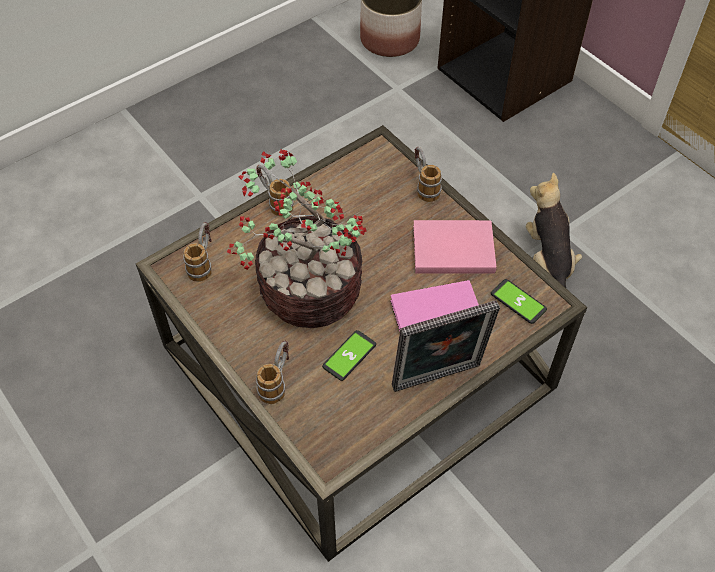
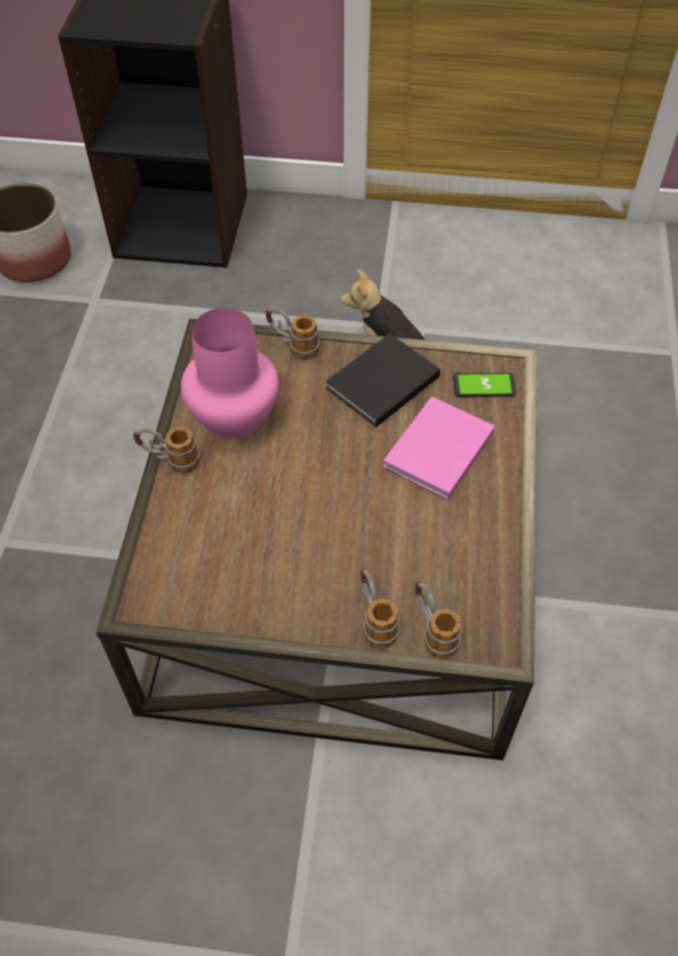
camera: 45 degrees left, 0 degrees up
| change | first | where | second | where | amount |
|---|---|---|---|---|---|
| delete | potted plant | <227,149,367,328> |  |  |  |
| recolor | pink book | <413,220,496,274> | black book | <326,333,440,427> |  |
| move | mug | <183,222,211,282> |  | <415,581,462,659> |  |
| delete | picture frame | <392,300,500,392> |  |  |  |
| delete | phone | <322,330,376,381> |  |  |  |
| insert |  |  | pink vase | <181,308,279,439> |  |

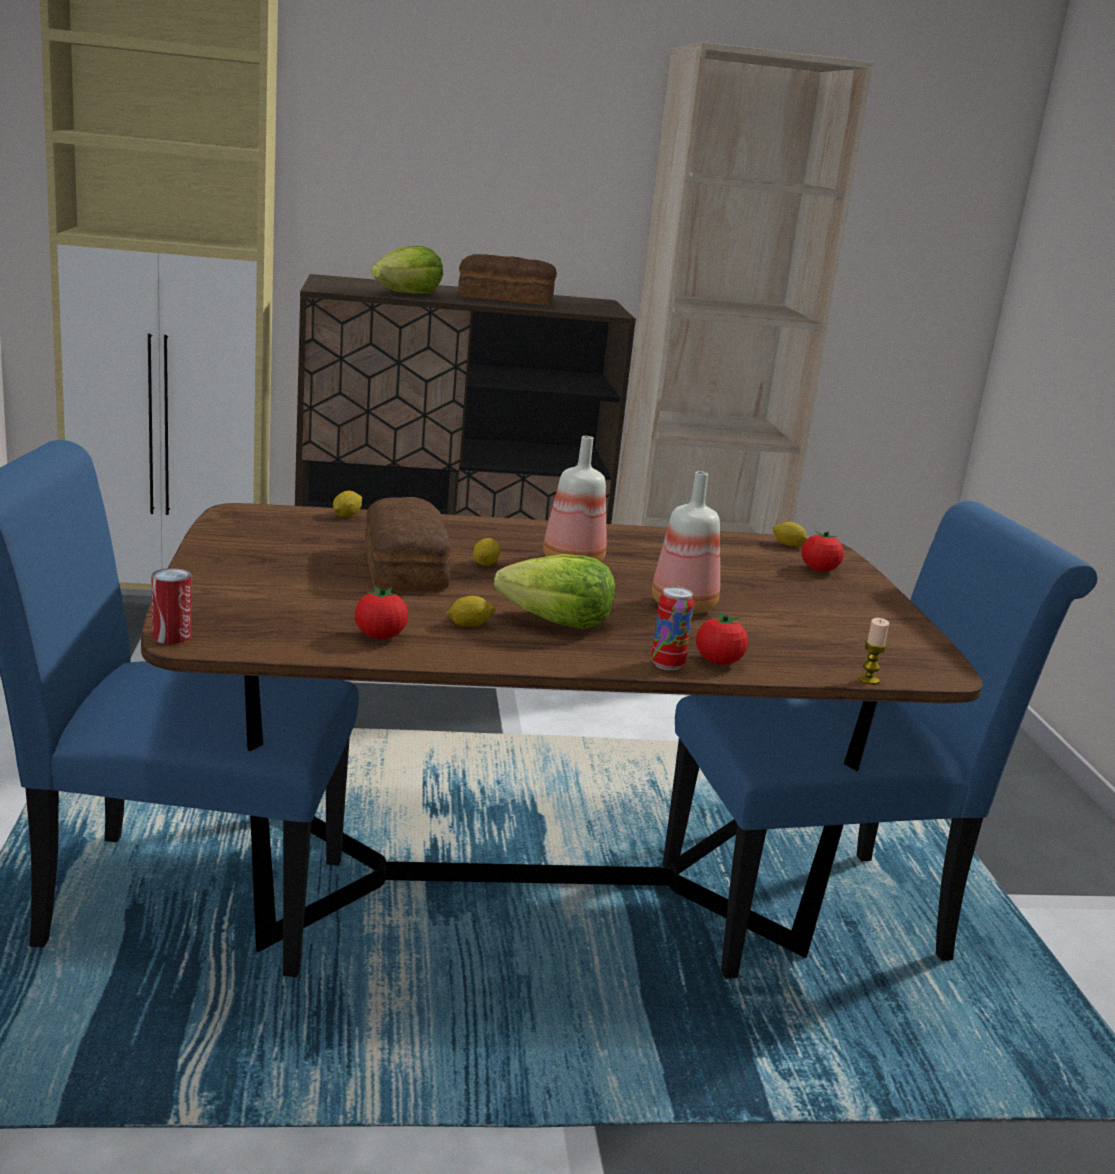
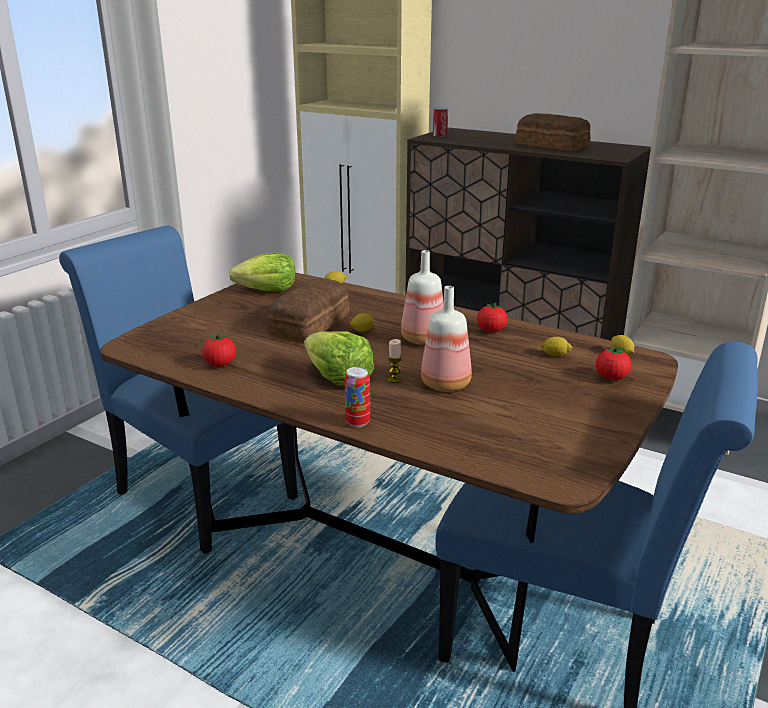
camera: 40 degrees right, 5 degrees up
| change | first | where | second | where | amount |
|---|---|---|---|---|---|
| move | lettuce | <371,246,443,294> |  | <229,253,295,291> |  |
| move | can | <152,568,192,644> |  | <433,108,448,136> |  |
| move | lemon | <446,596,496,627> |  | <540,337,573,357> |  |
| move | tomato | <696,612,748,665> |  | <477,302,507,332> |  |
| move | candle | <858,618,889,685> |  | <388,339,402,383> |  |

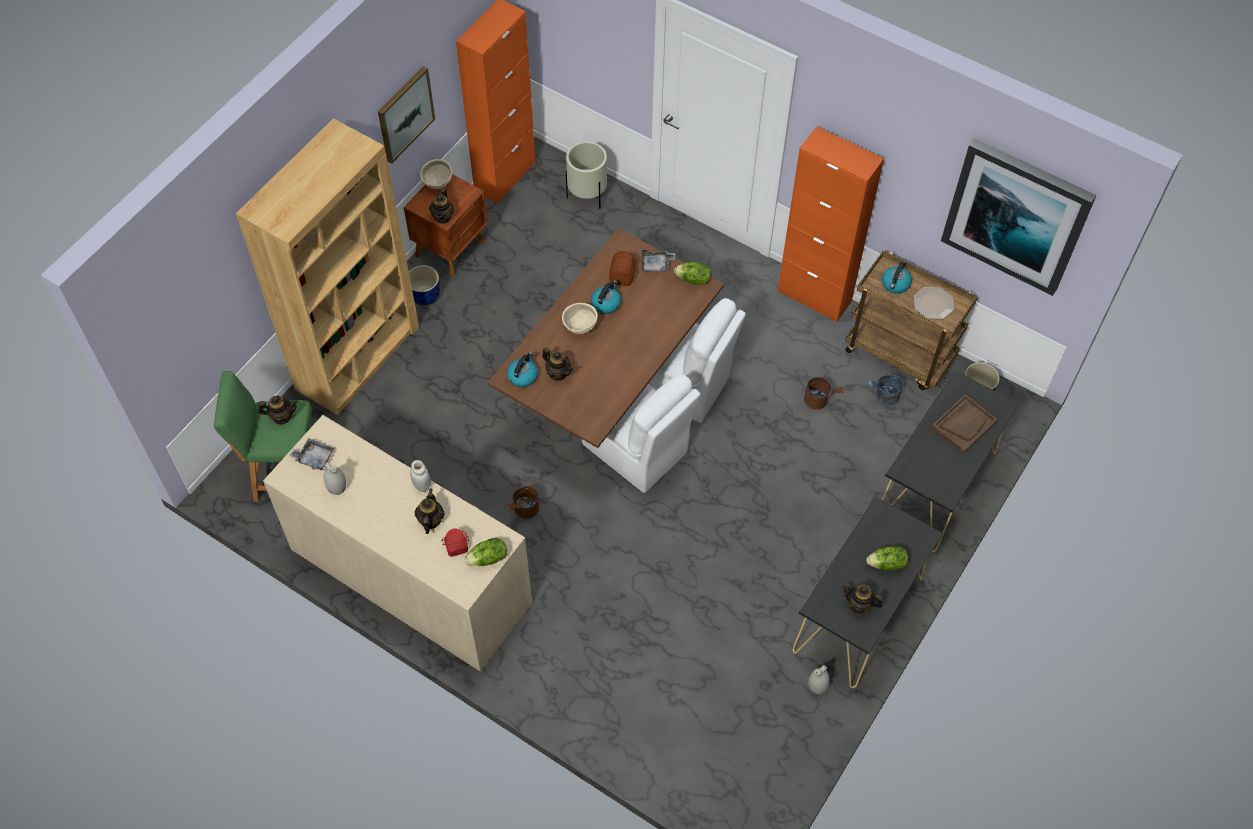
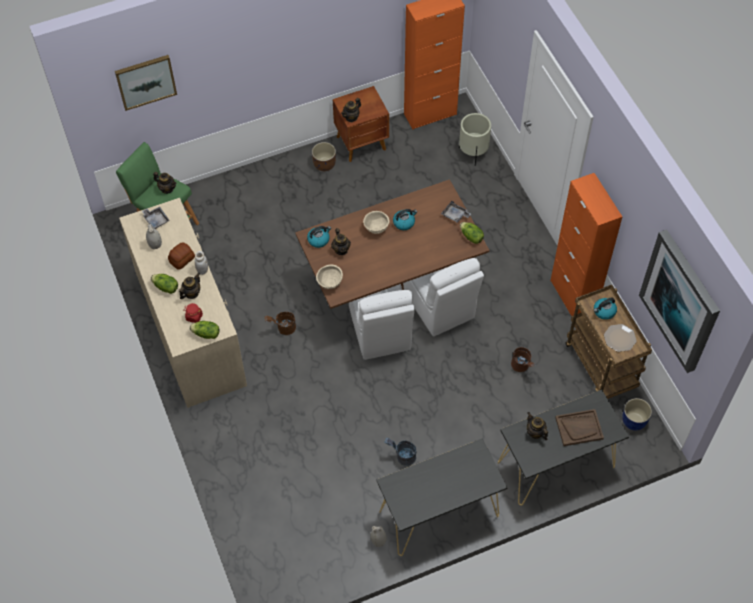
camera: 35 degrees right, 0 degrees up
| change | first | where | second | where | amount |
|---|---|---|---|---|---|
| move | picture | <378,66,435,164> |  | <115,55,177,111> |  |
| delete | brown bookcase | <236,118,419,415> |  |  |  |
| move | beige bowl | <420,159,452,189> |  | <316,265,343,289> |  |
| move | bread | <609,251,636,286> |  | <168,243,195,270> |  |
| recolor | blue planter | <409,265,440,305> | brown planter | <312,142,336,171> |  |
| move | grey bucket | <868,375,903,406> |  | <384,438,416,466> |  |
| move | lettuce | <866,546,908,570> |  | <151,274,178,294> |  |
| move | teapot | <842,585,883,614> |  | <527,412,548,440> |  |

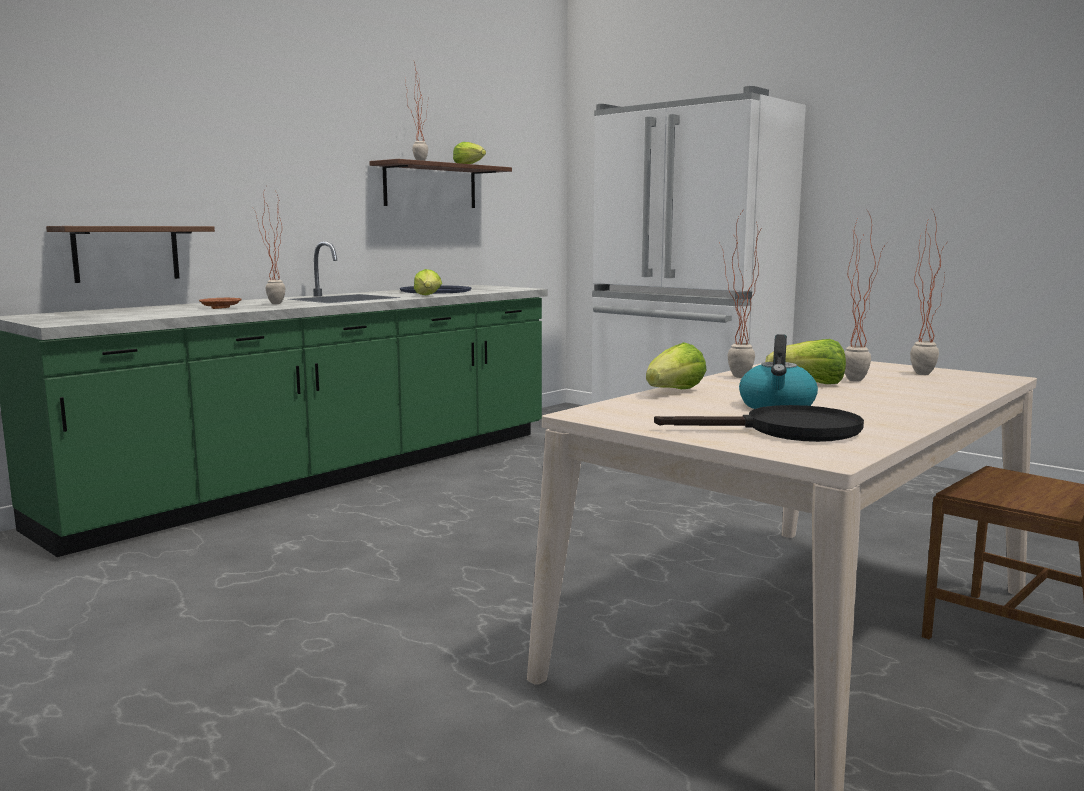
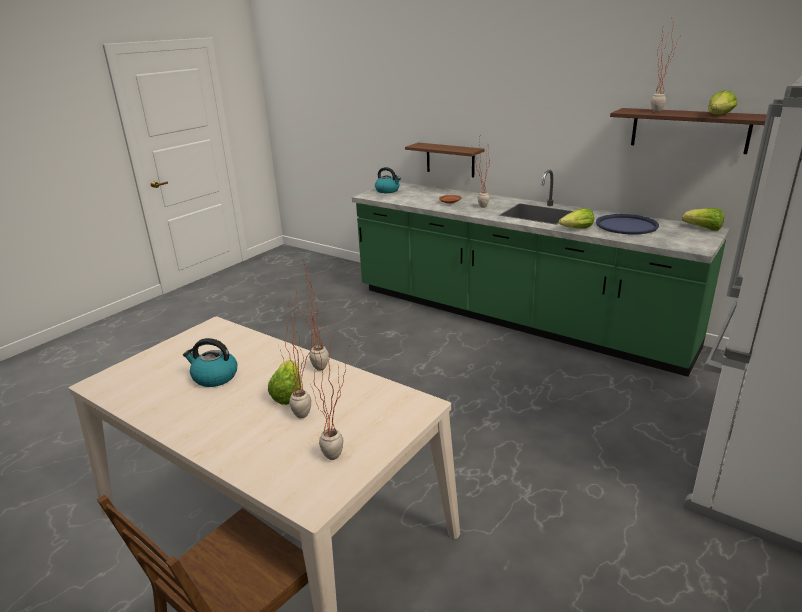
camera: 85 degrees right, 15 degrees up
| change | first | where | second | where | amount |
|---|---|---|---|---|---|
| move | lettuce | <646,342,707,389> |  | <682,208,724,231> |  |
| delete | black frying pan | <654,405,864,442> |  |  |  |
| insert |  |  | kettle | <375,167,401,193> |  |

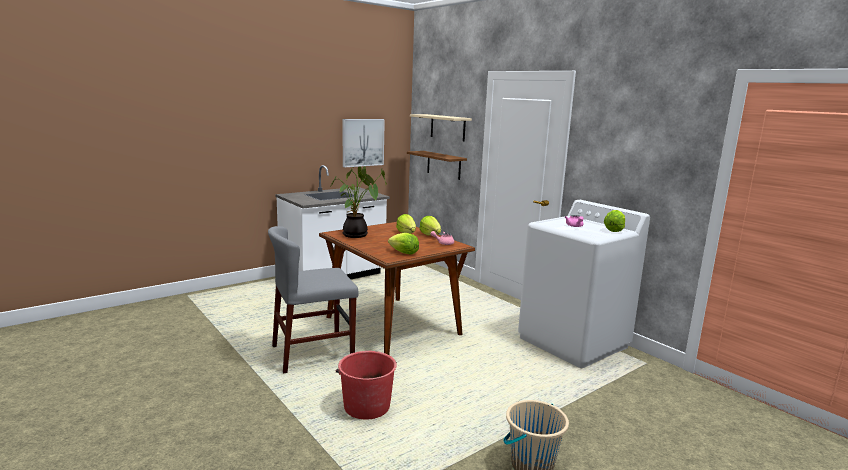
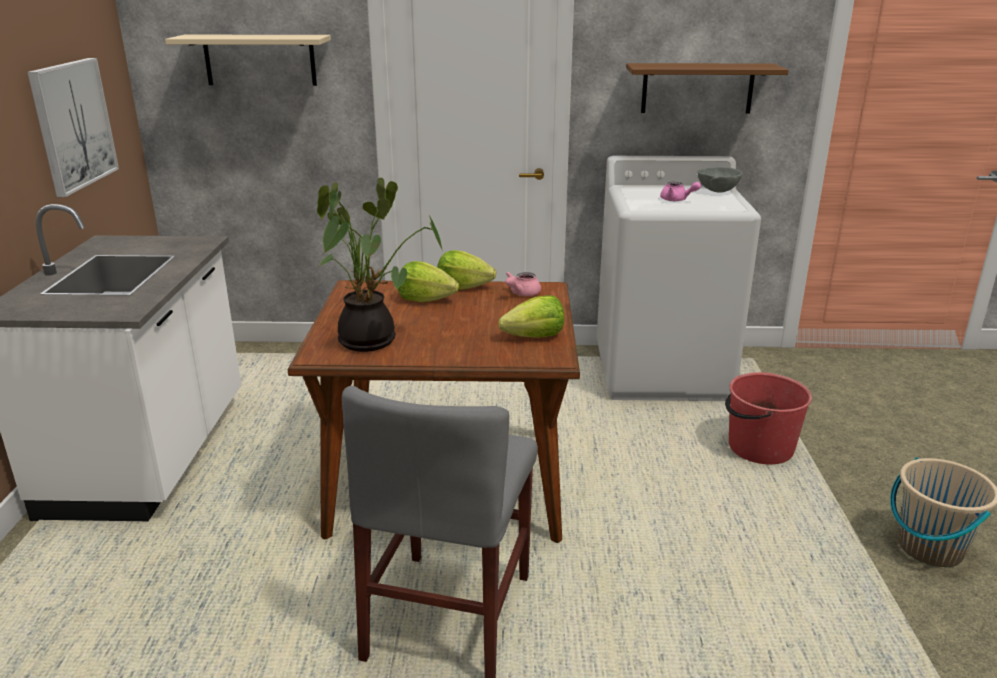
camera: 50 degrees left, 10 degrees up
| change | first | where | second | where | amount |
|---|---|---|---|---|---|
| move | brown shelf | <407,151,467,180> |  | <626,63,789,114> |  |
| replace | lettuce | <604,210,625,232> | grey bowl | <697,167,742,193> |  |
| move | red bucket | <336,351,397,420> |  | <725,372,812,464> |  |

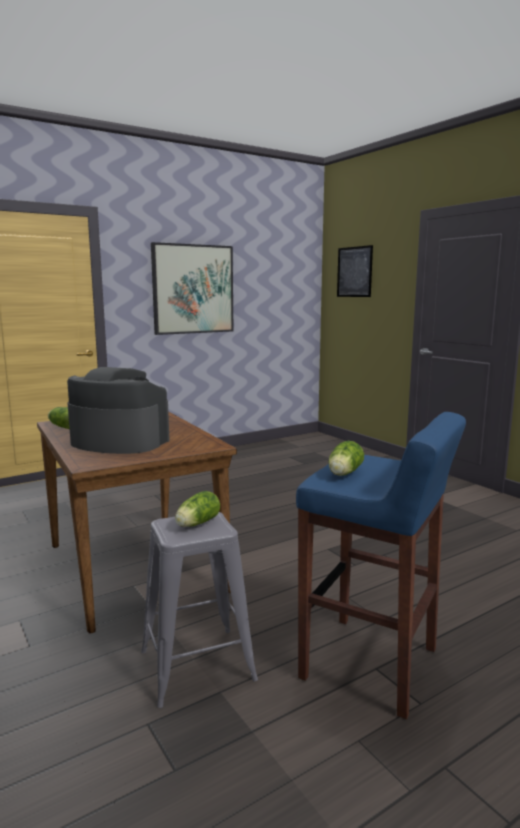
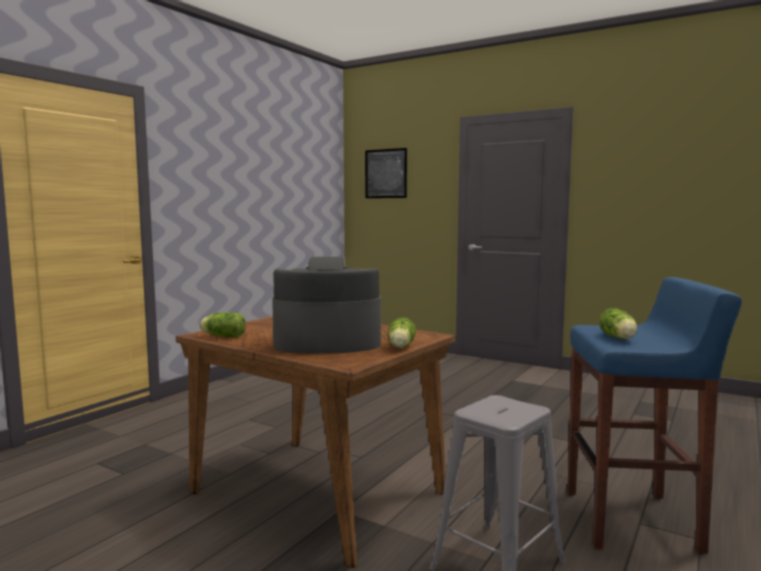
camera: 25 degrees left, 5 degrees down
| change | first | where | second | where | amount |
|---|---|---|---|---|---|
| delete | picture | <151,242,233,335> |  |  |  |
| move | lettuce | <175,491,220,527> |  | <388,318,416,348> |  |

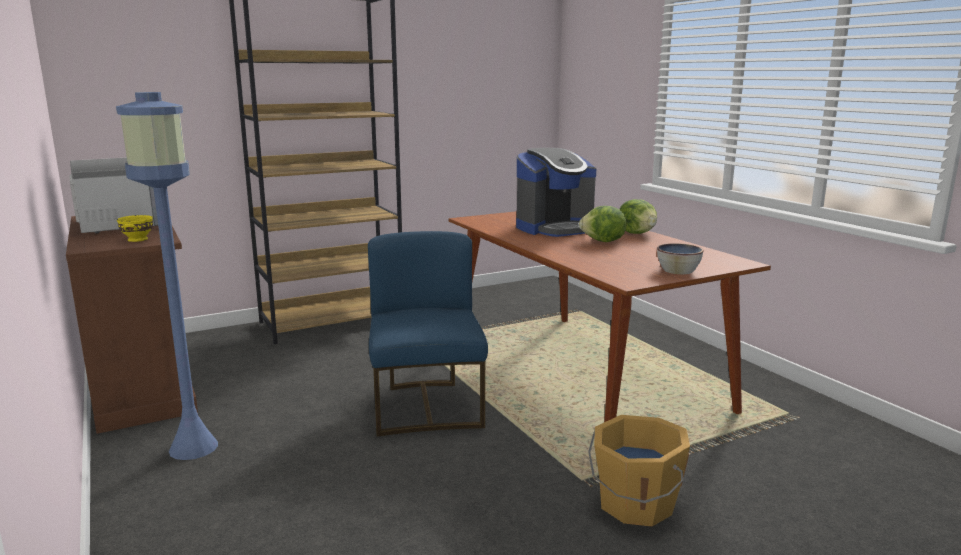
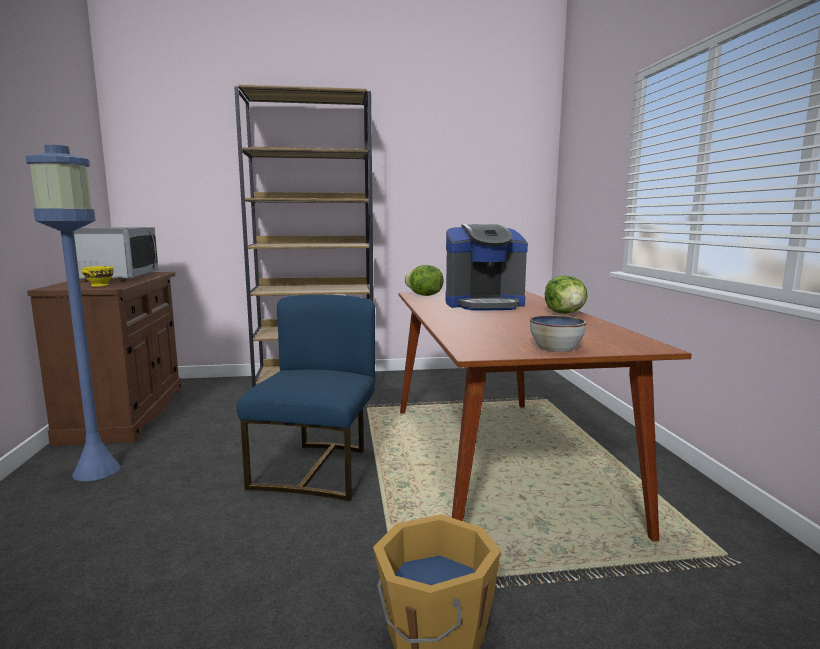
camera: 20 degrees right, 5 degrees down
| change | first | where | second | where | amount |
|---|---|---|---|---|---|
| move | lettuce | <579,206,626,242> |  | <405,265,443,296> |  |

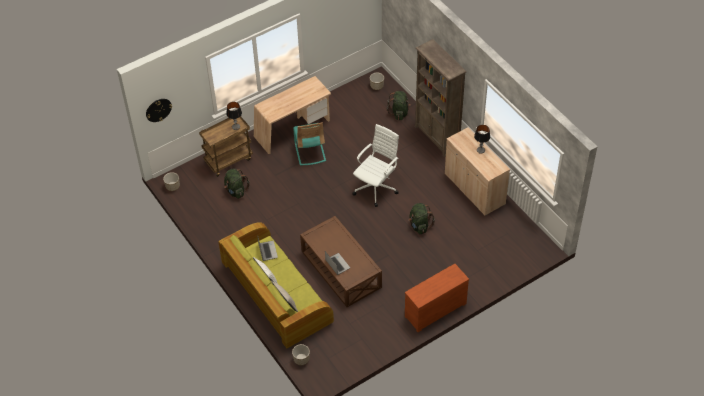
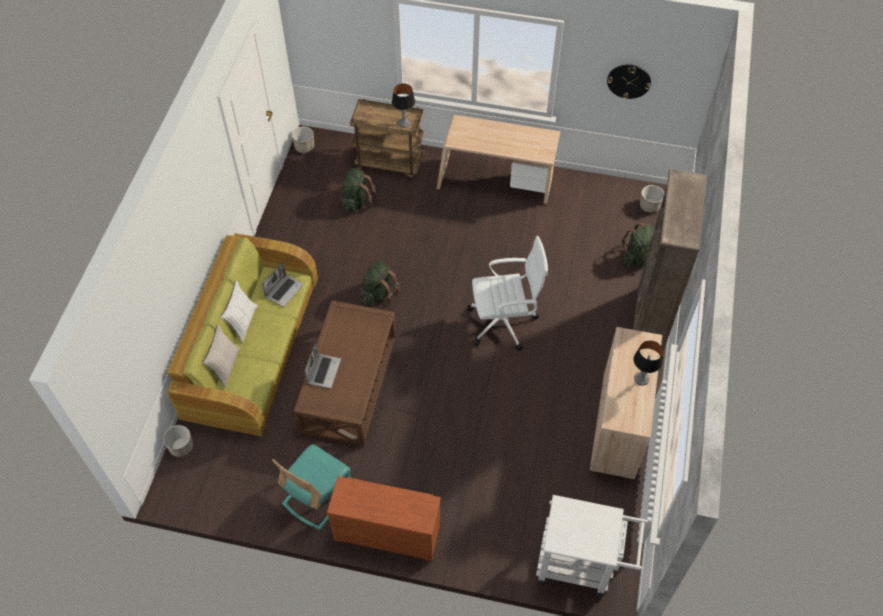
camera: 45 degrees right, 5 degrees up
| change | first | where | second | where | amount |
|---|---|---|---|---|---|
| move | wall clock | <146,99,172,122> |  | <607,64,651,99> |  |
| move | turquoise chair | <293,122,326,166> |  | <272,444,351,530> |  |
| move | green backpack | <408,203,435,234> |  | <361,261,400,306> |  |
| insert |  |  | white cart | <536,495,647,597> |  |

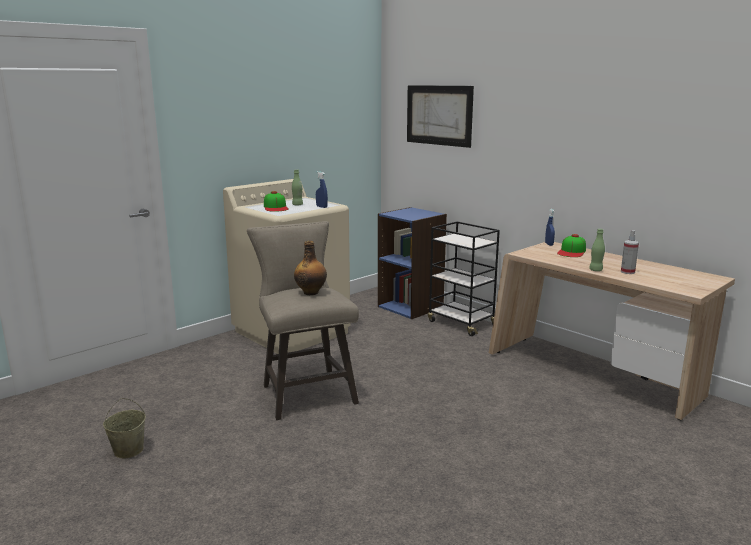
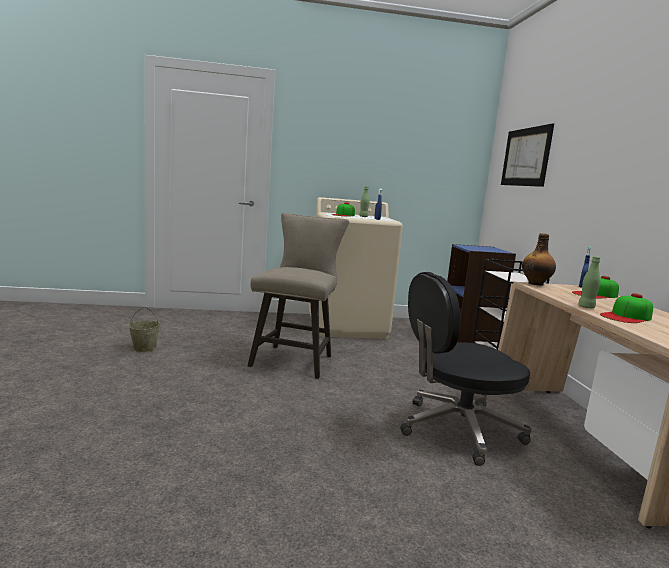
camera: 35 degrees right, 5 degrees down
| change | first | where | second | where | amount |
|---|---|---|---|---|---|
| replace | spray bottle | <621,230,639,274> | cap | <600,293,653,323> |  |
| move | bottle | <294,241,327,295> |  | <522,233,556,286> |  |
| insert |  |  | black office chair | <400,272,531,466> |  |

